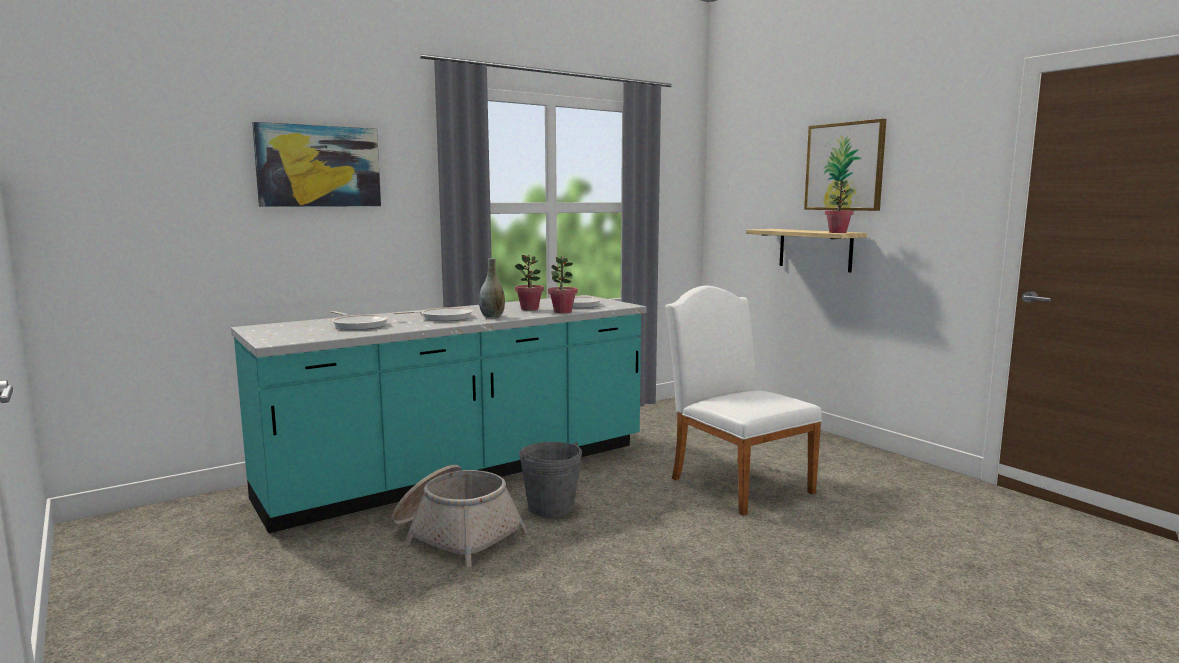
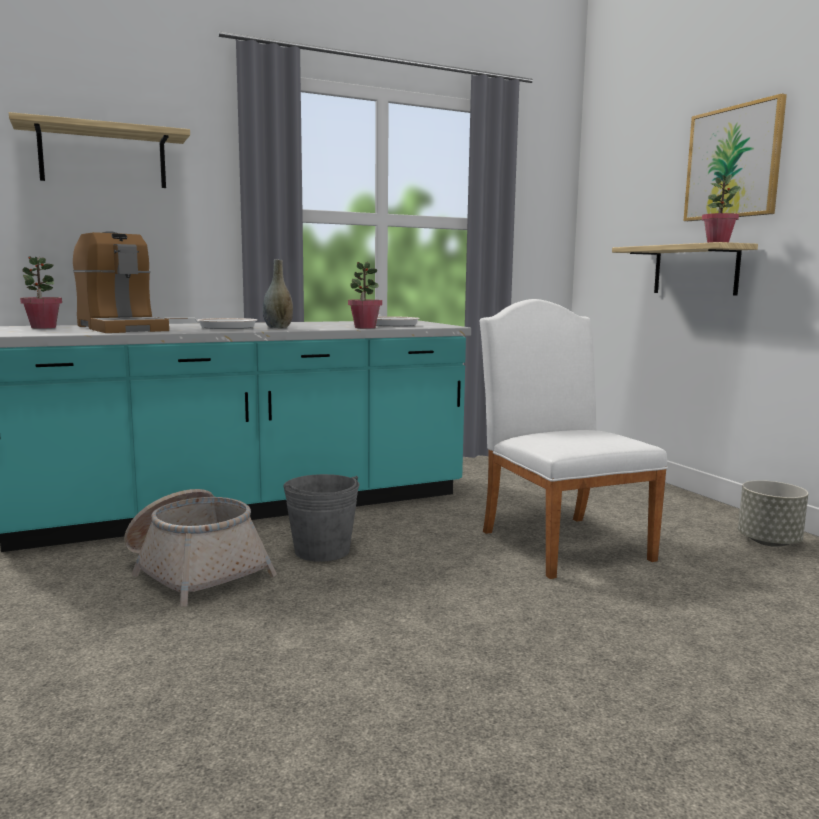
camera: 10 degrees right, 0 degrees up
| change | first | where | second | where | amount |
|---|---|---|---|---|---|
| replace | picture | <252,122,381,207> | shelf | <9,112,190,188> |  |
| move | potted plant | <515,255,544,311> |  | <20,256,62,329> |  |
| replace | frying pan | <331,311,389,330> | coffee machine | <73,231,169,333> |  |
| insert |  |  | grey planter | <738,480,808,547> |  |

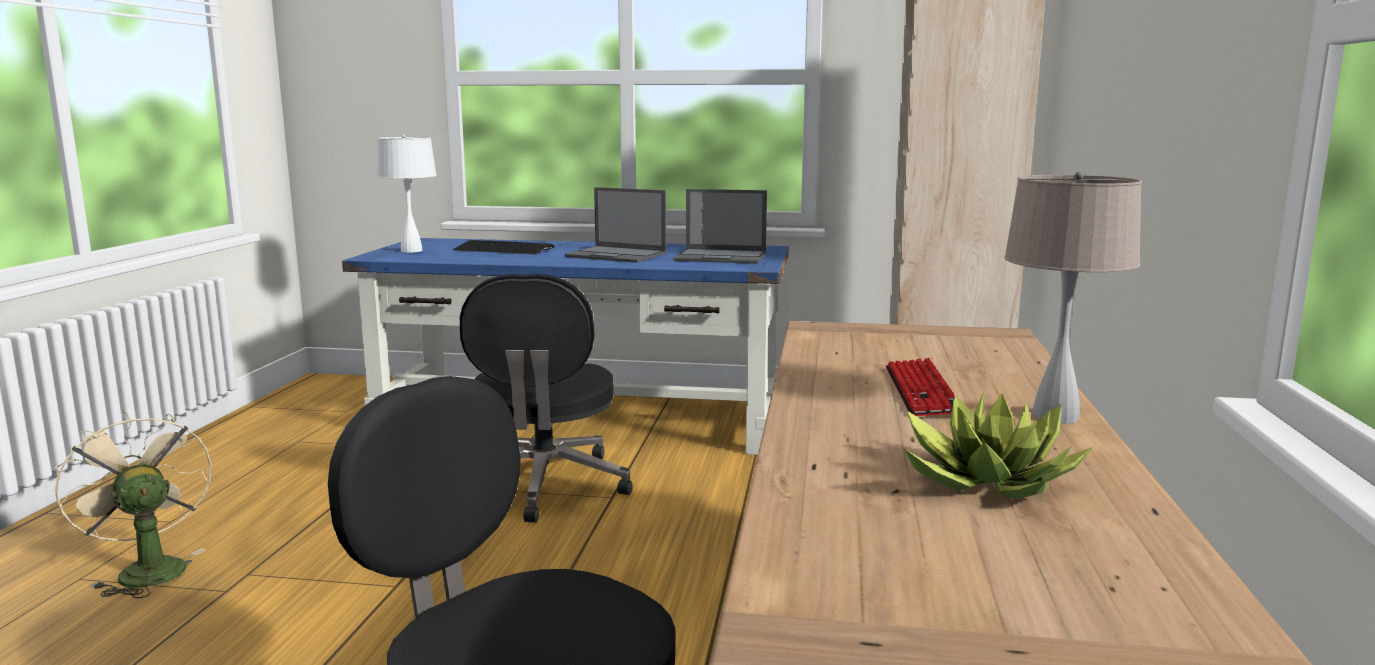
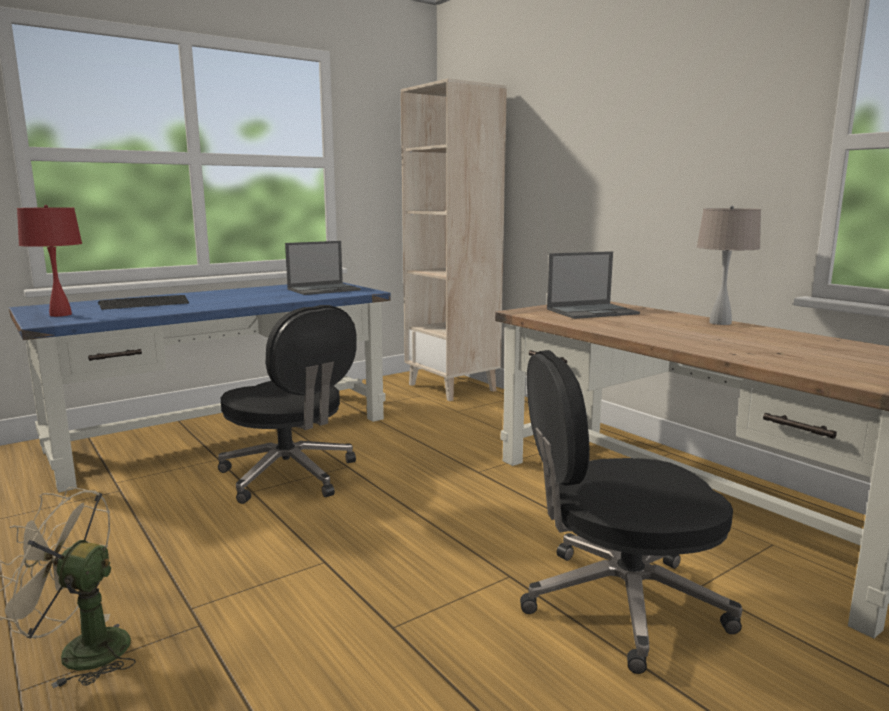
camera: 45 degrees left, 0 degrees up
| change | first | where | second | where | amount |
|---|---|---|---|---|---|
| recolor | white table lamp | <376,135,437,253> | red table lamp | <17,205,82,317> |  |
| move | laptop | <565,187,666,263> |  | <547,251,640,319> |  |
| delete | keyboard | <886,358,955,416> |  |  |  |
| delete | potted plant | <904,392,1093,499> |  |  |  |

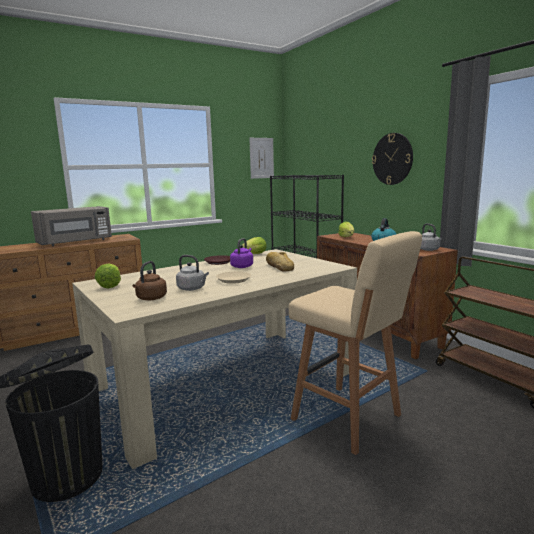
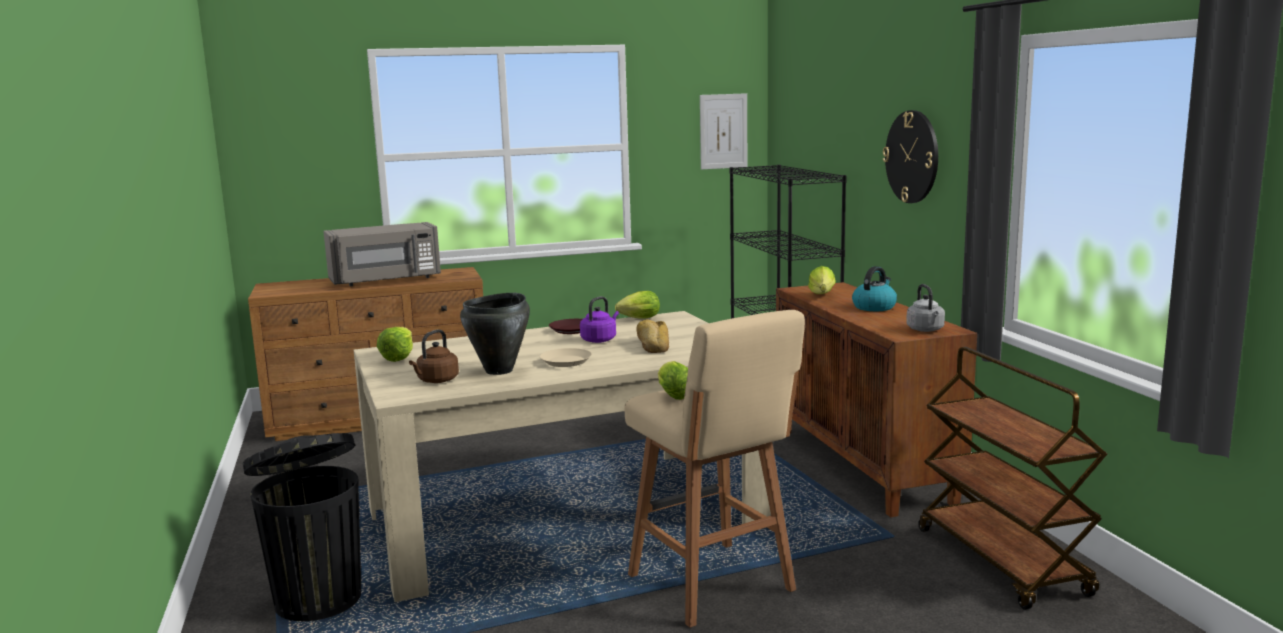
camera: 15 degrees right, 0 degrees up
| change | first | where | second | where | amount |
|---|---|---|---|---|---|
| replace | grey kettle | <176,255,209,291> | black cooking pot | <460,293,530,375> |  |
| insert |  |  | lettuce | <658,361,688,400> |  |

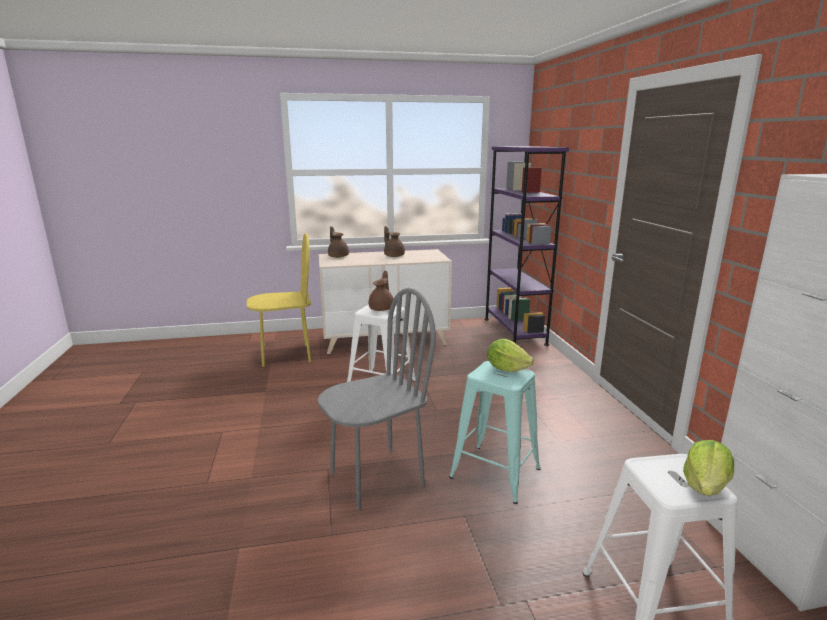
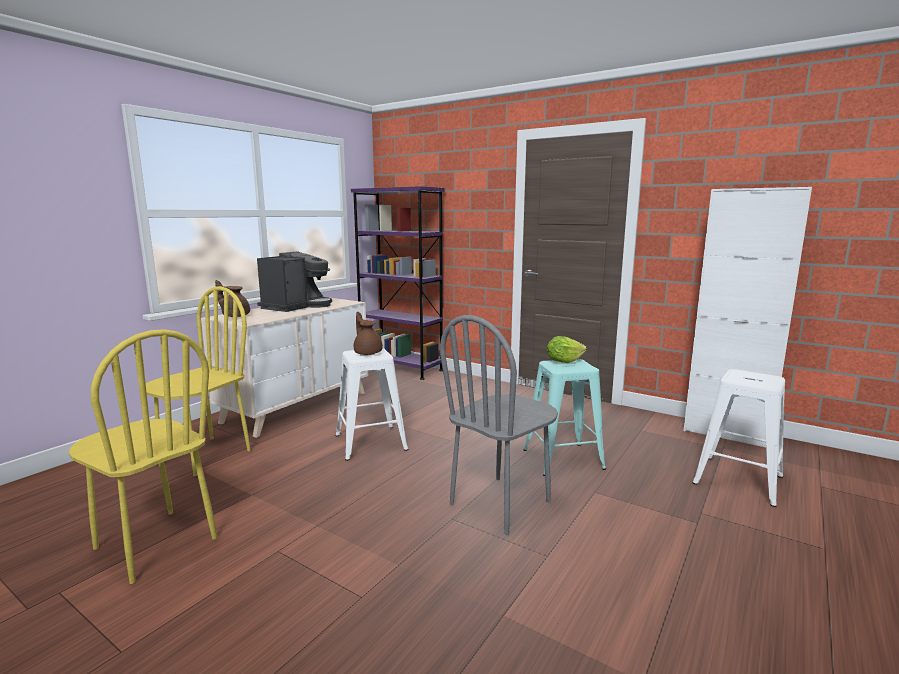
camera: 45 degrees left, 5 degrees down
| change | first | where | second | where | amount |
|---|---|---|---|---|---|
| replace | brown teapot | <384,226,405,257> | coffee machine | <257,251,332,312> |  |
| rotate | grey chair | <317,288,436,510> |  | <440,315,558,535> | 150 degrees counterclockwise |
| delete | lettuce | <683,440,734,496> |  |  |  |
| insert |  |  | yellow chair | <69,329,217,584> |  |

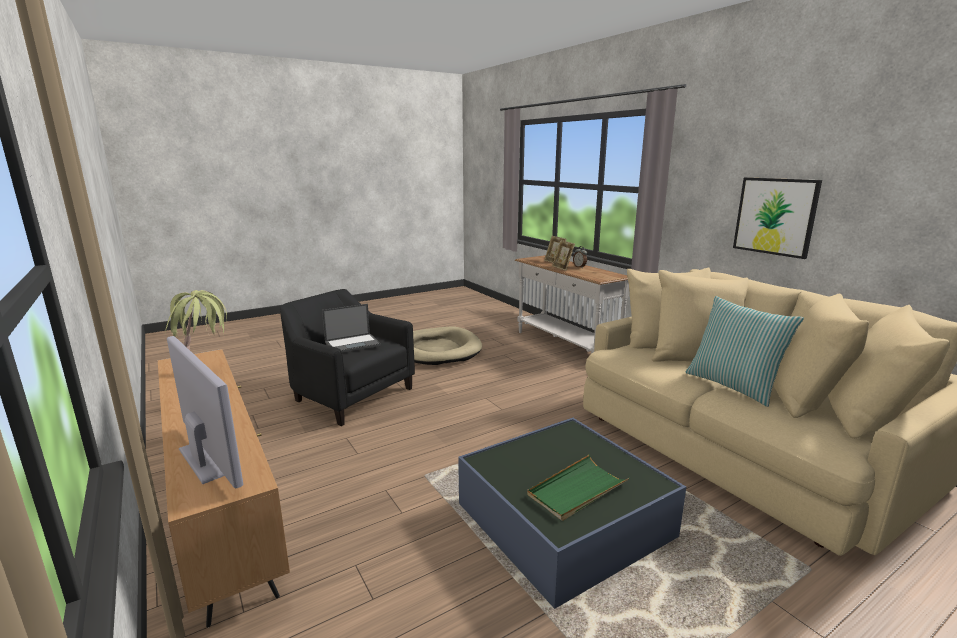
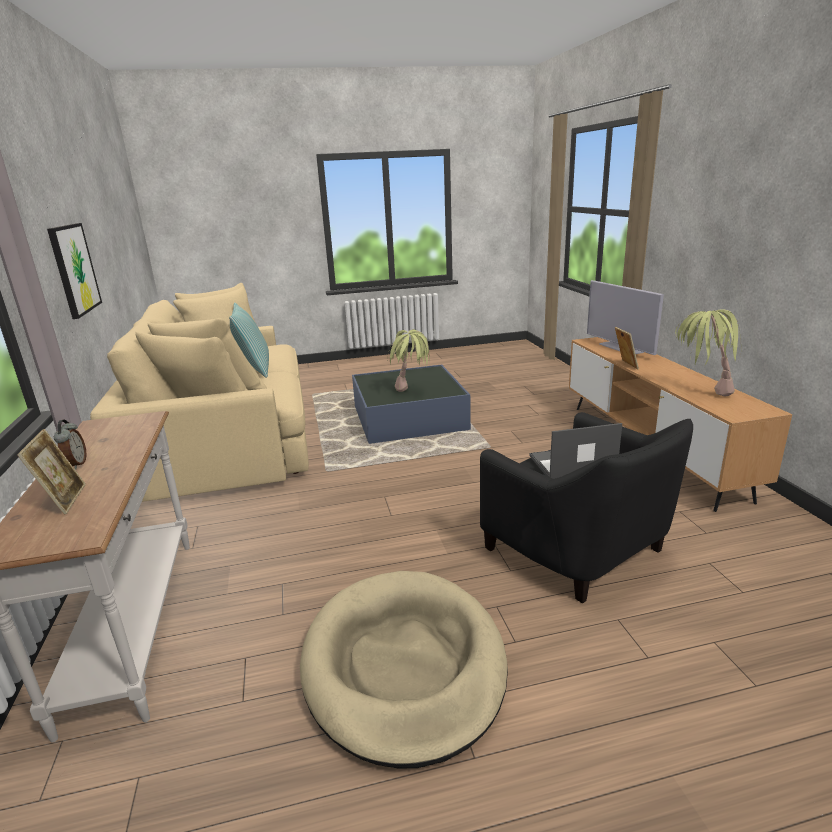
camera: 160 degrees left, 5 degrees up
| change | first | where | second | where | amount |
|---|---|---|---|---|---|
| move | picture frame | <552,240,575,271> |  | <615,327,639,369> |  |
| delete | green tray | <527,455,630,521> |  |  |  |
| insert |  |  | potted plant | <387,329,430,392> |  |

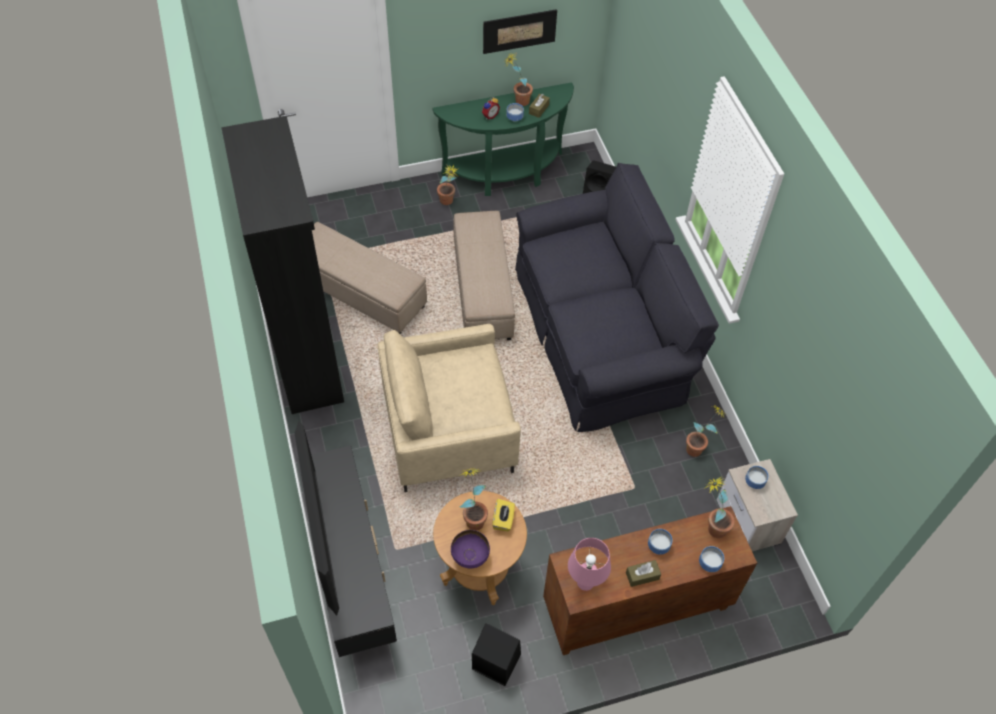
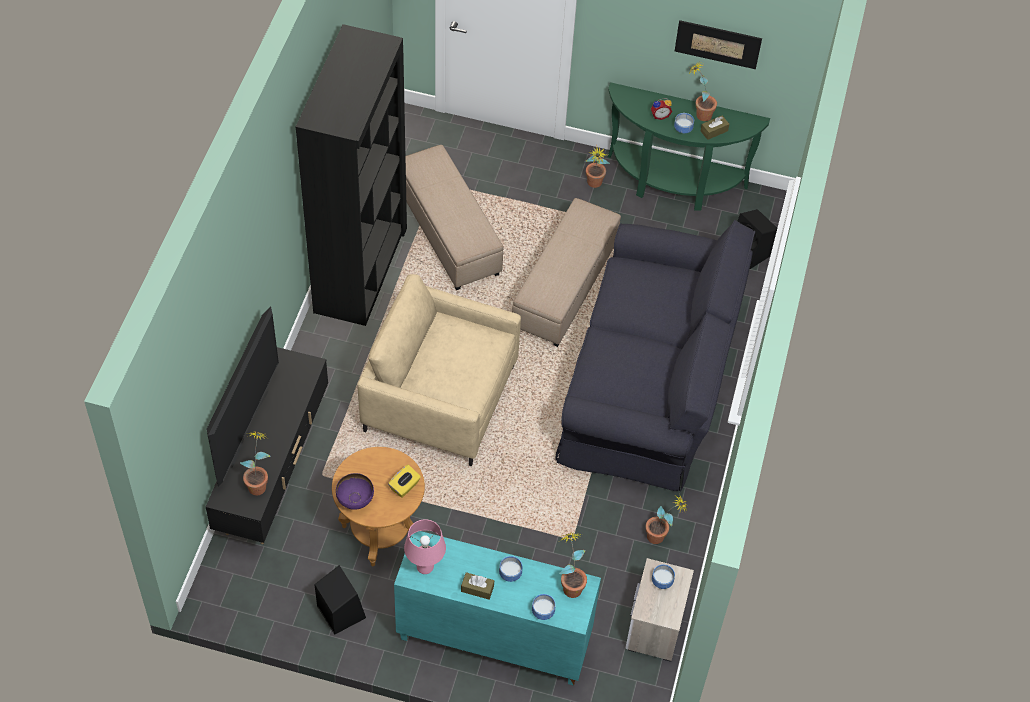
camera: 30 degrees right, 0 degrees up
| change | first | where | second | where | amount |
|---|---|---|---|---|---|
| move | potted plant | <459,468,488,530> |  | <240,432,271,495> |  |
| recolor | brown cabinet | <543,506,757,655> | turquoise cabinet | <394,531,601,686> |  |

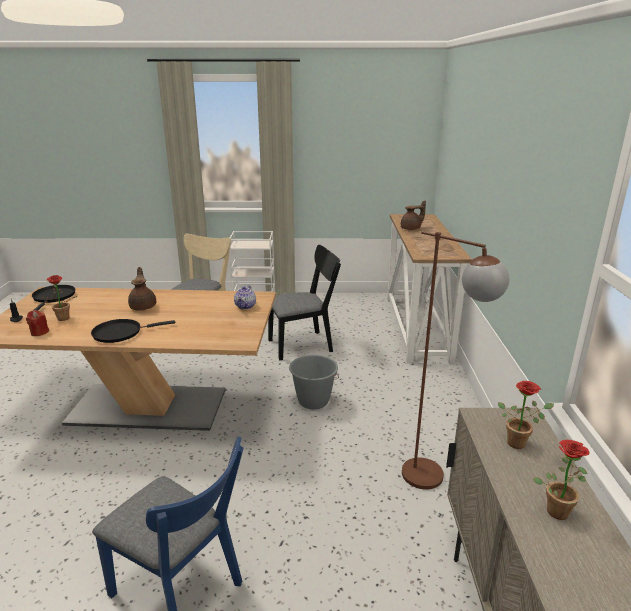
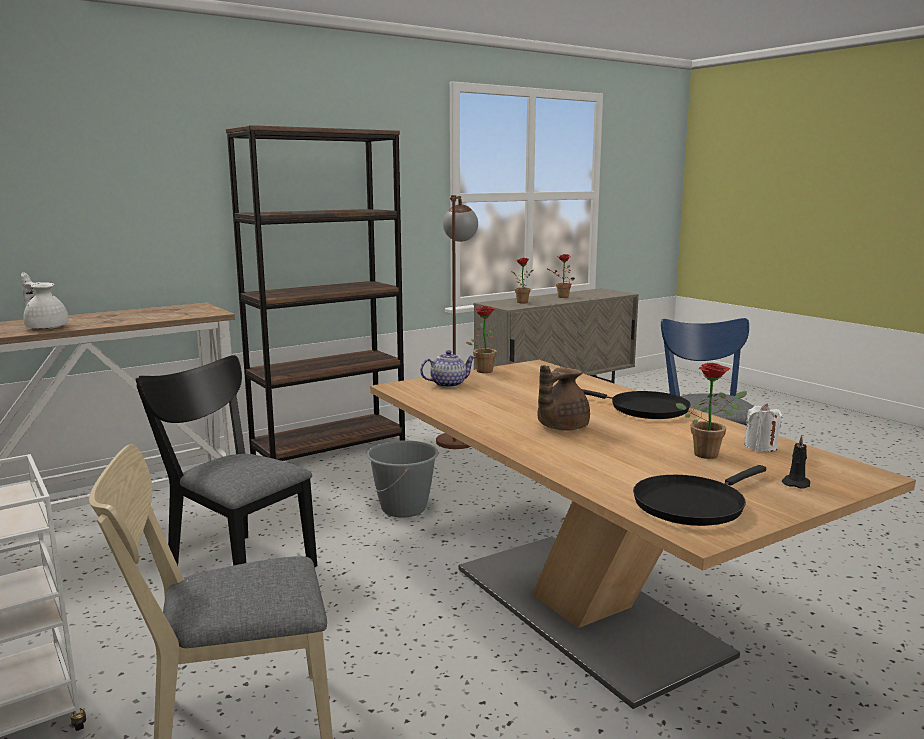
camera: 125 degrees left, 10 degrees down
| change | first | where | second | where | amount |
|---|---|---|---|---|---|
| recolor | brown teapot | <401,201,426,230> | white teapot | <21,272,69,330> |  |
| recolor | red candle | <26,310,49,336> | white candle | <744,403,783,452> |  |
| insert |  |  | brown bookcase | <226,125,405,461> |  |
| insert |  |  | potted plant | <466,306,499,373> |  |

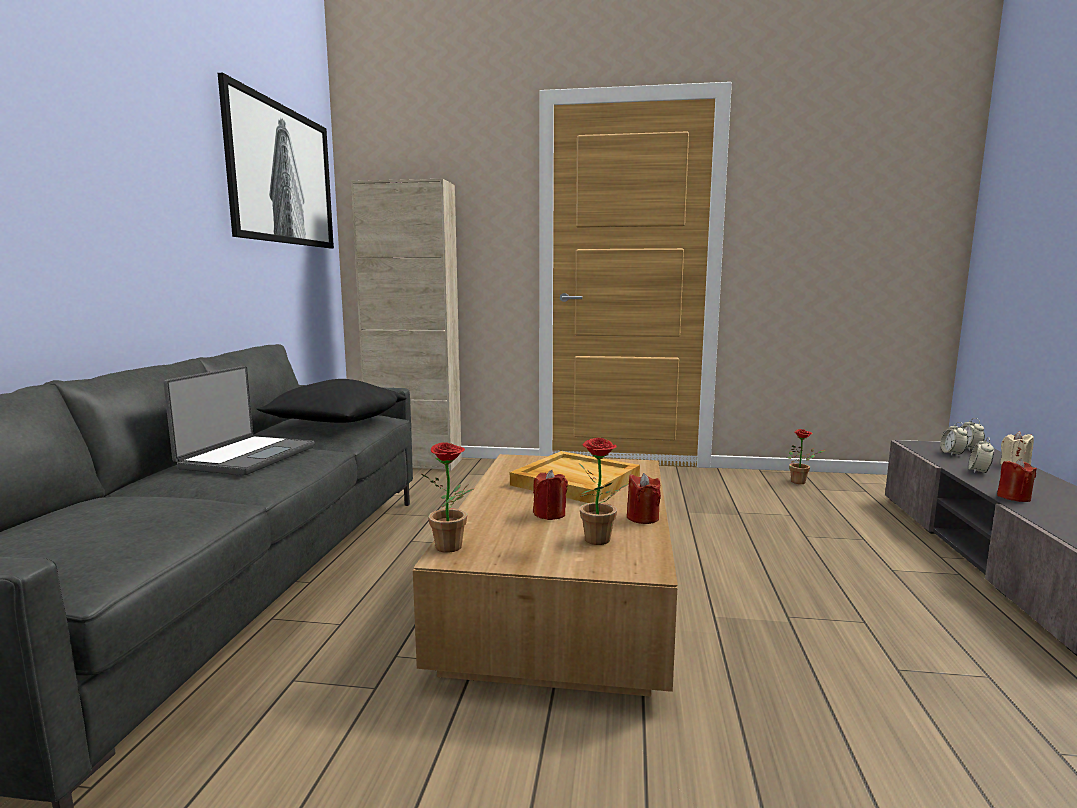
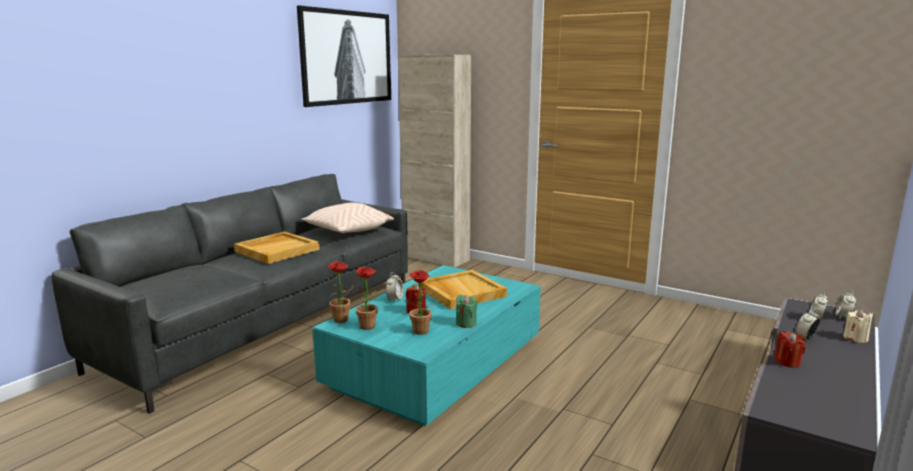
camera: 25 degrees right, 5 degrees up
| change | first | where | second | where | amount |
|---|---|---|---|---|---|
| replace | laptop | <163,366,315,475> | beige tray | <234,231,320,264> |  |
| recolor | black pillow | <257,379,406,423> | beige pillow | <302,202,394,233> |  |
| move | potted plant | <788,429,826,484> |  | <351,267,378,330> |  |
| recolor | brown coffee table | <413,454,678,697> | turquoise coffee table | <312,265,541,427> |  |
| recolor | red candle | <627,473,661,524> | green candle | <456,295,477,328> |  |
| insert |  |  | alarm clock | <386,272,404,302> |  |

